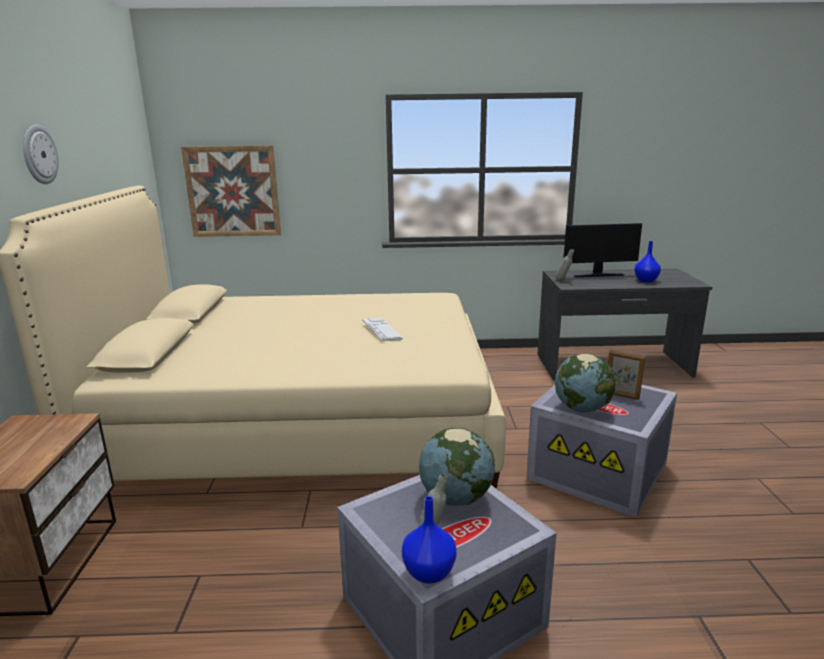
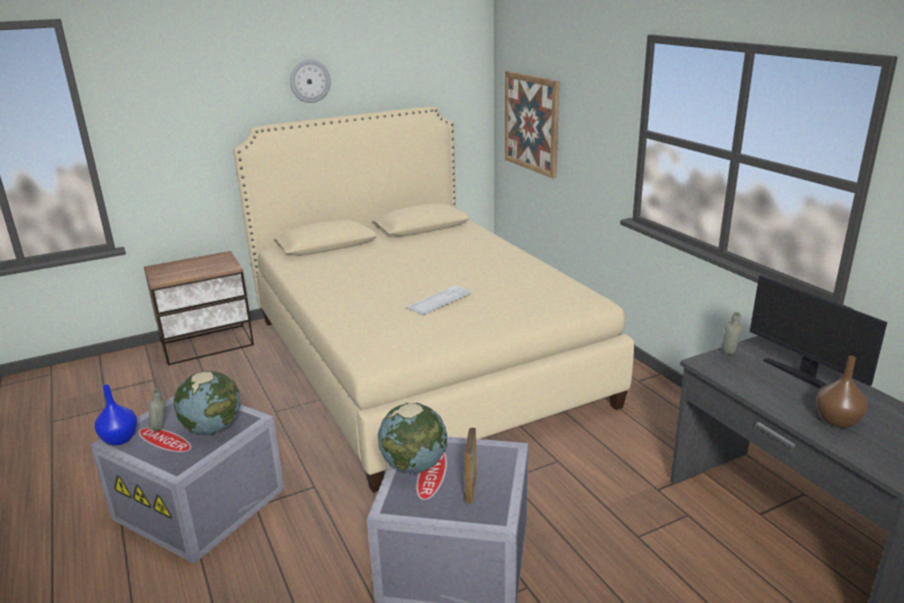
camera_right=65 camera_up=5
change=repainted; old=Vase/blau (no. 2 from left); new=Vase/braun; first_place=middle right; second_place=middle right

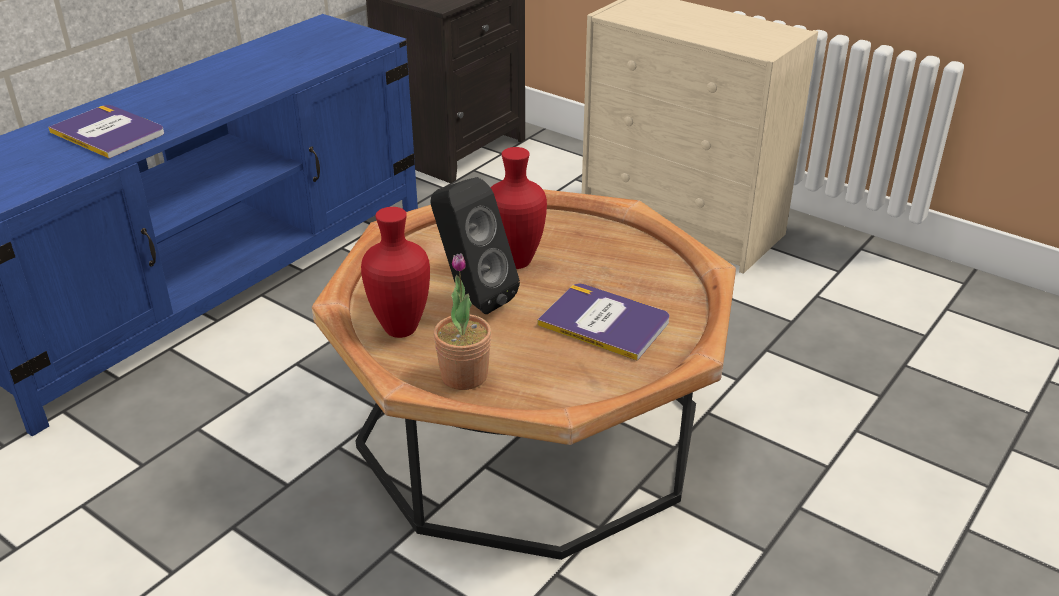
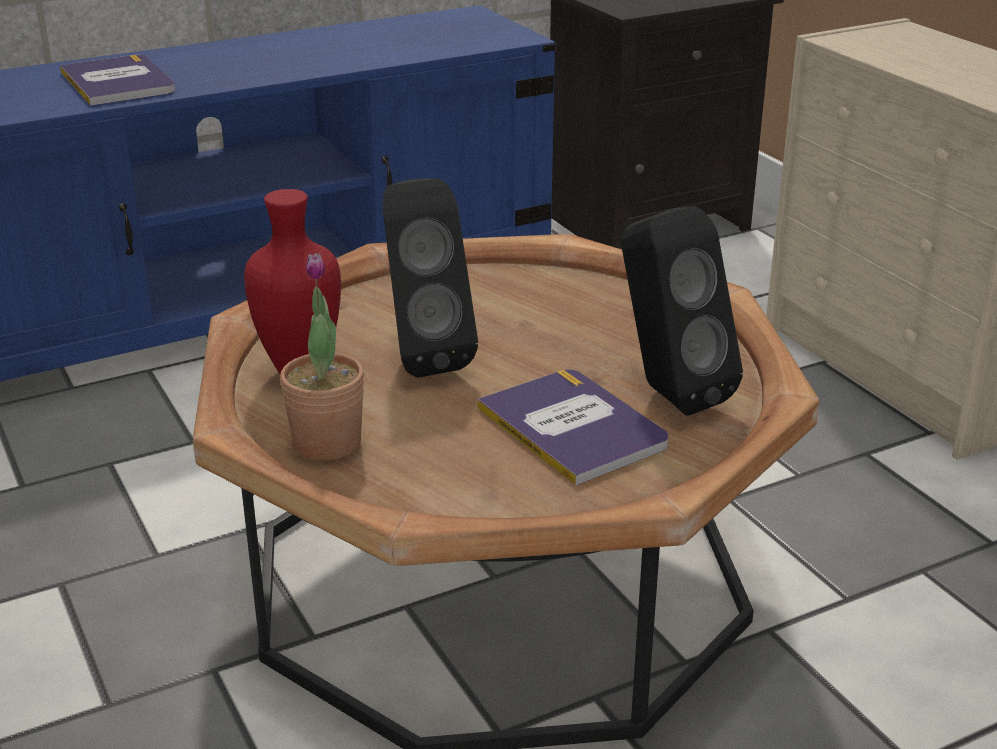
camera_right=25 camera_up=-5
change=gone; old=Vase/rot (no. 2 from left); first_place=centre
change=new; new=Lautsprecher/schwarz (no. 2 from left); second_place=middle right

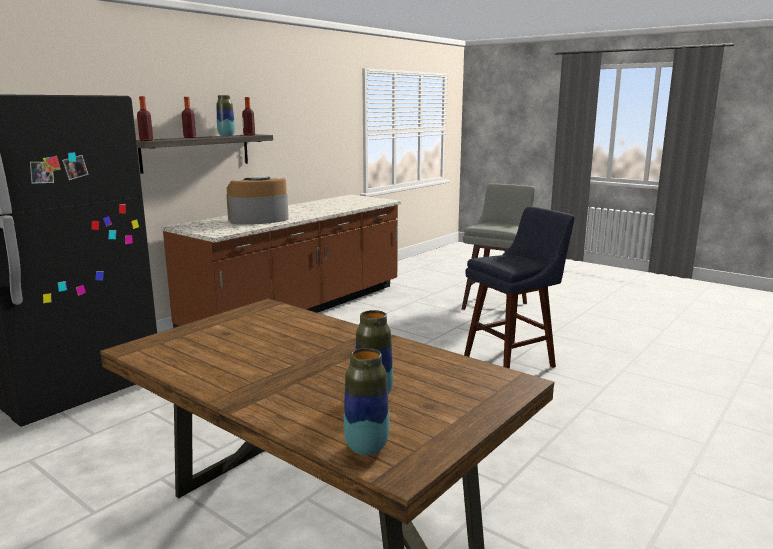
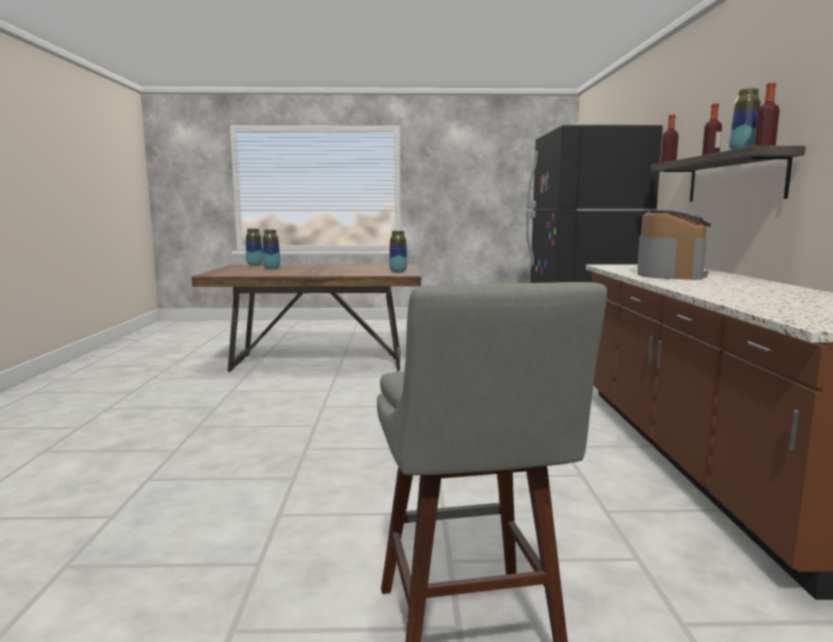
camera_right=140 camera_up=-5
change=gone; old=Hocker/blau; first_place=middle right
change=new; new=Vase (no. 3 from left); second_place=centre

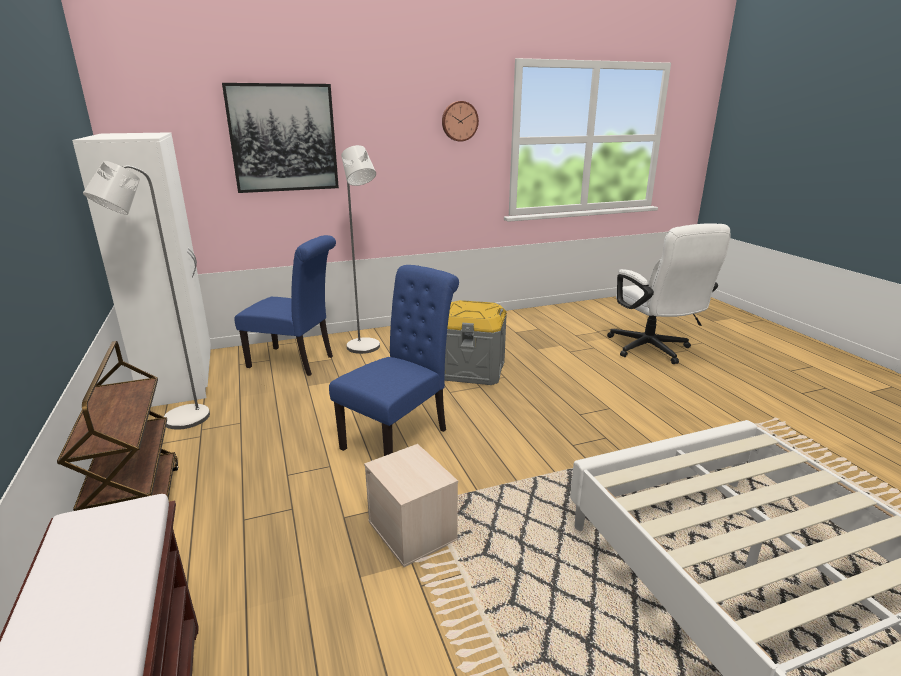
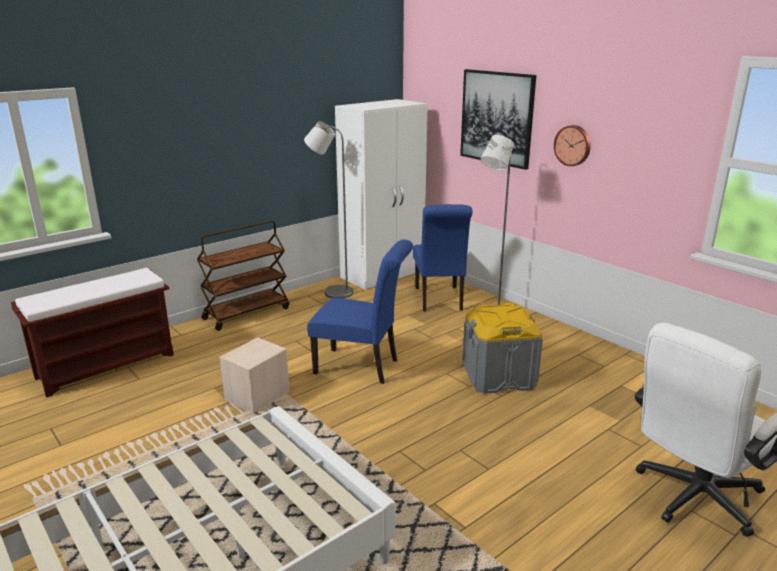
camera_right=70 camera_up=0
change=shifted; old=Wanduhr; first_place=top centre; second_place=top right

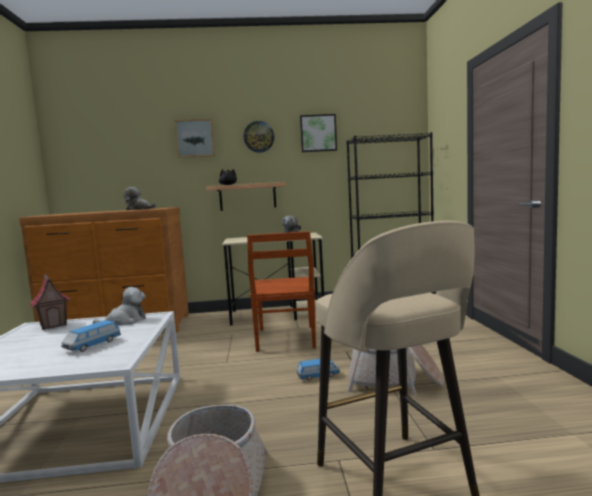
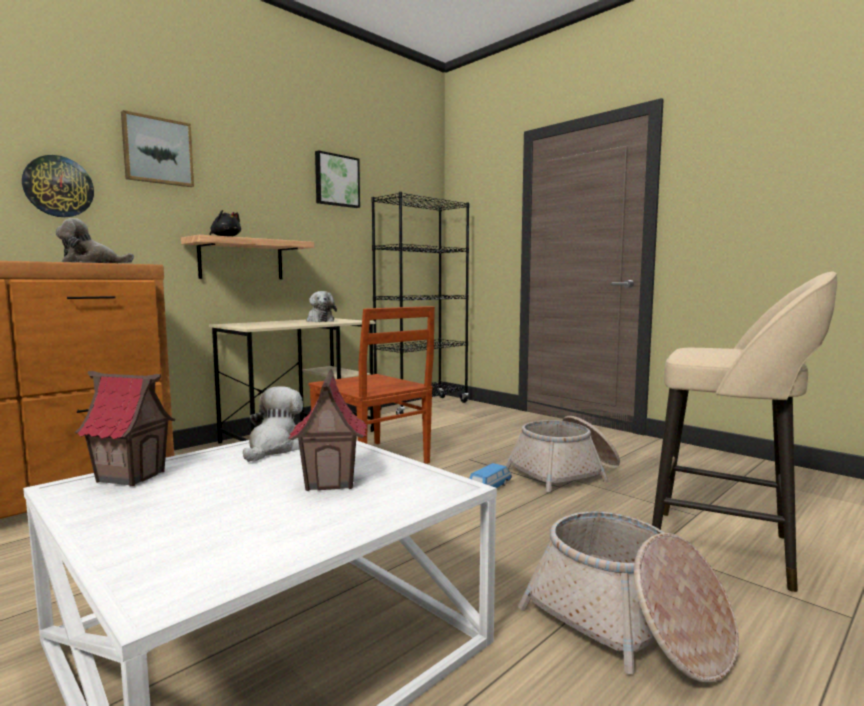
camera_right=-40 camera_up=0
change=swapped; old=Spielzeugauto (no. 1 from left); new=Spielzeughaus (no. 2 from left); first_place=bottom left; second_place=centre
change=shifted; old=Wanduhr; first_place=top centre; second_place=top left

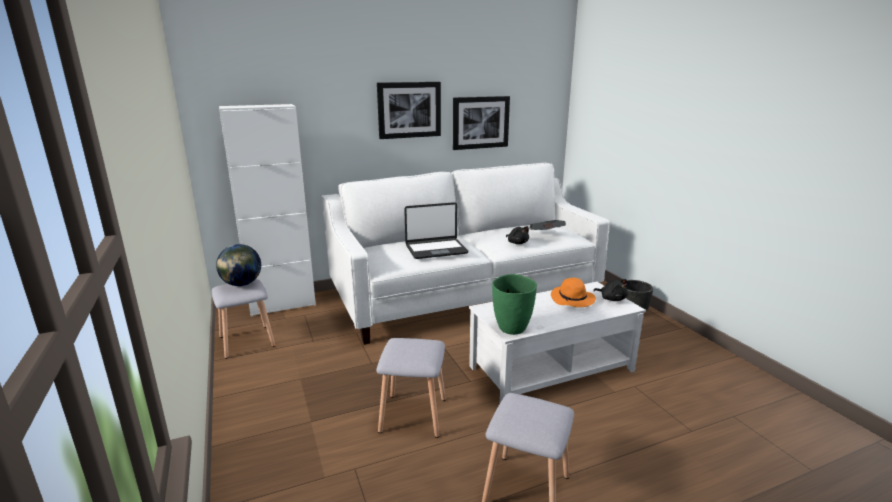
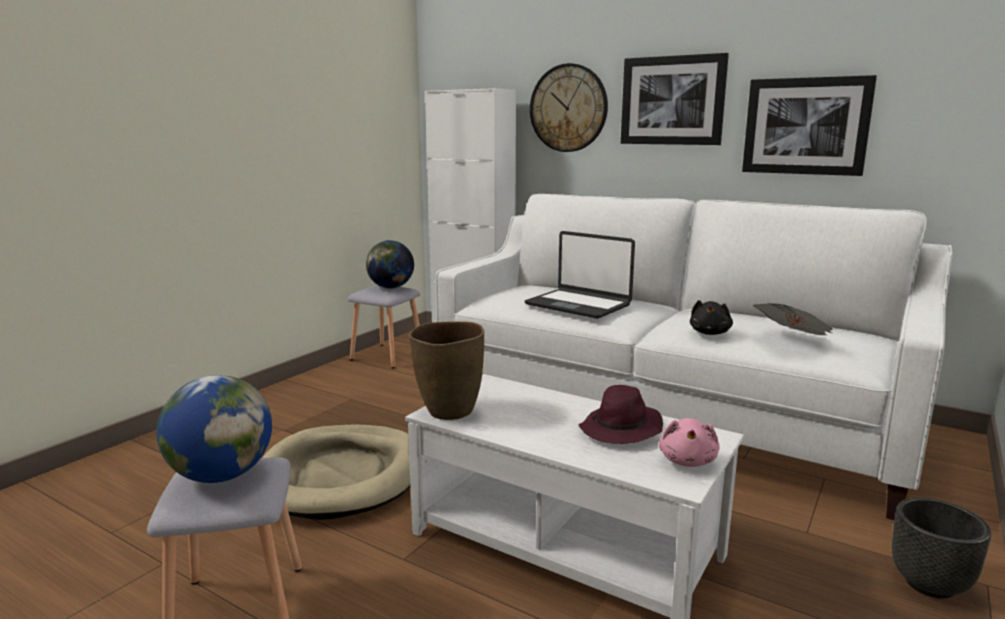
camera_right=55 camera_up=-5
change=swapped; old=Hocker/grau (no. 2 from left); new=Hundebett/beige; first_place=bottom centre; second_place=bottom centre
change=repainted; old=Vase/grün; new=Vase/braun; first_place=centre; second_place=centre
change=repainted; old=Hut/orange; new=Hut/lila; first_place=centre; second_place=bottom centre
change=repainted; old=Plüschtier/schwarz (no. 2 from left); new=Plüschtier/rosa; first_place=middle right; second_place=bottom right
change=new; new=Globus (no. 1 from left); second_place=bottom left
change=new; new=Wanduhr; second_place=top centre

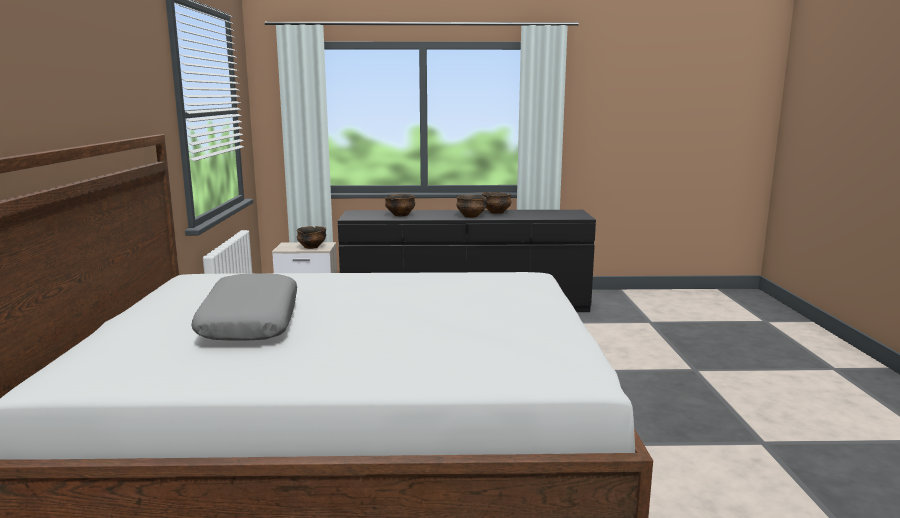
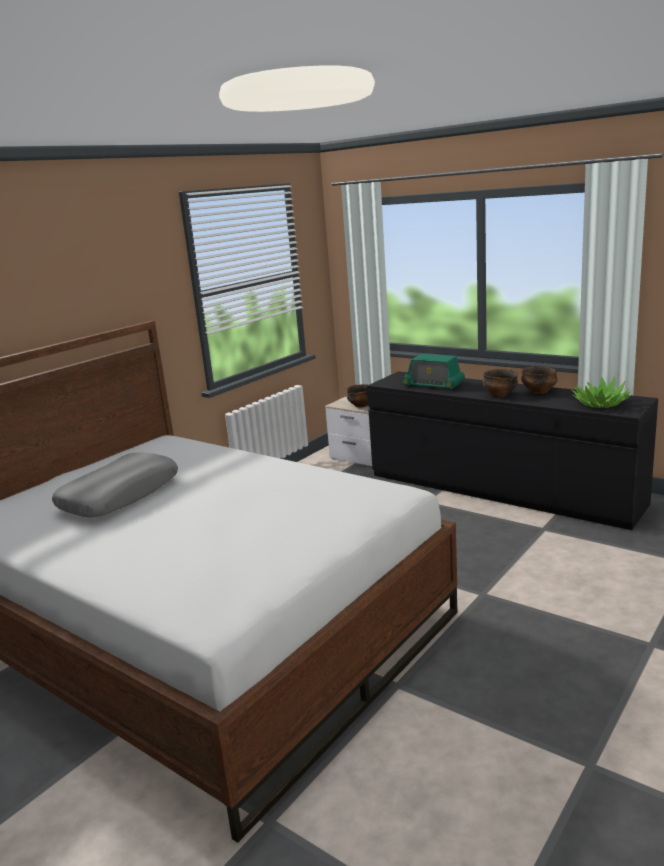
camera_right=40 camera_up=5
change=swapped; old=Schüssel (no. 2 from left); new=Radio; first_place=centre; second_place=centre
change=new; new=Topfpflanze; second_place=middle right

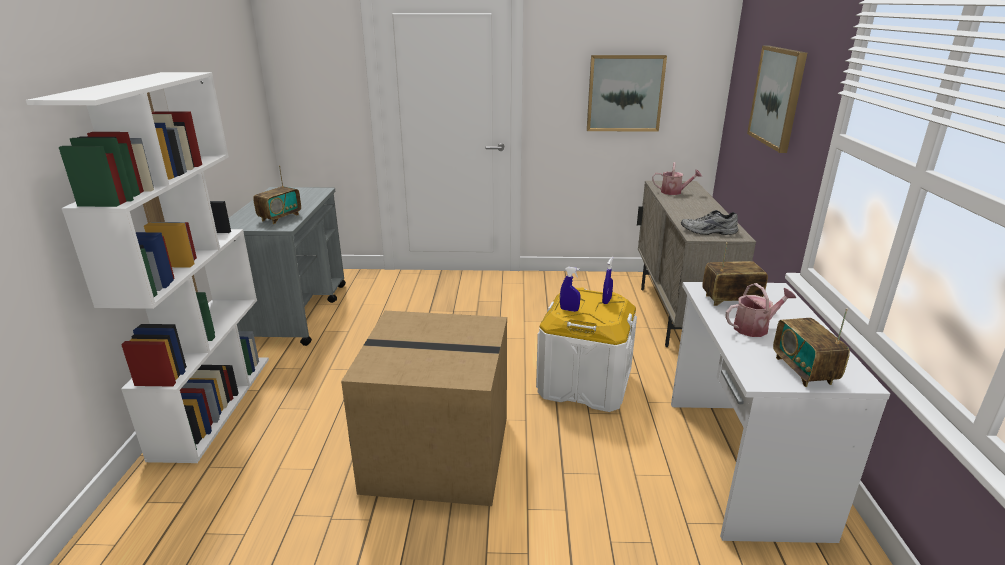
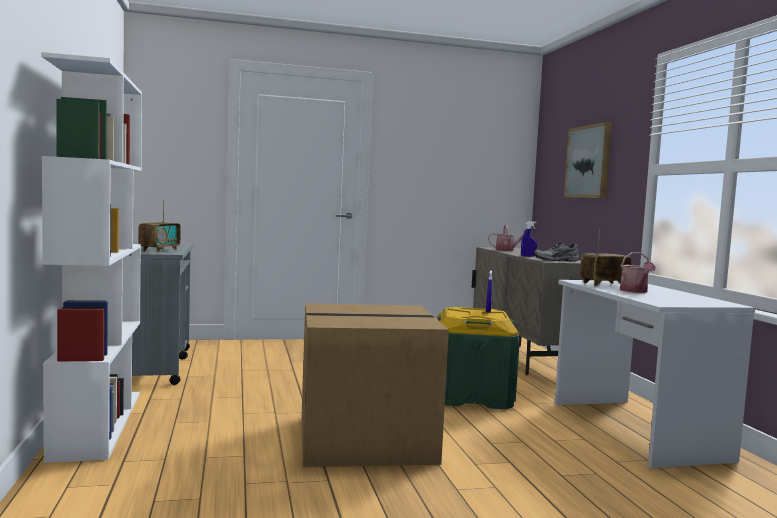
camera_right=-15 camera_up=-20
change=repainted; old=Aufbewahrungsbox/weiß; new=Aufbewahrungsbox/grün; first_place=centre; second_place=bottom centre
change=shifted; old=Sprühflasche/blau (no. 1 from left in the first image); new=Sprühflasche/blau (no. 2 from left); first_place=centre; second_place=middle right
change=gone; old=Bild (no. 1 from left); first_place=top centre
change=rotated; old=Gießkanne (no. 2 from left); first_place=middle right; second_place=middle right; degrees=120
change=gone; old=Radio (no. 3 from left); first_place=middle right

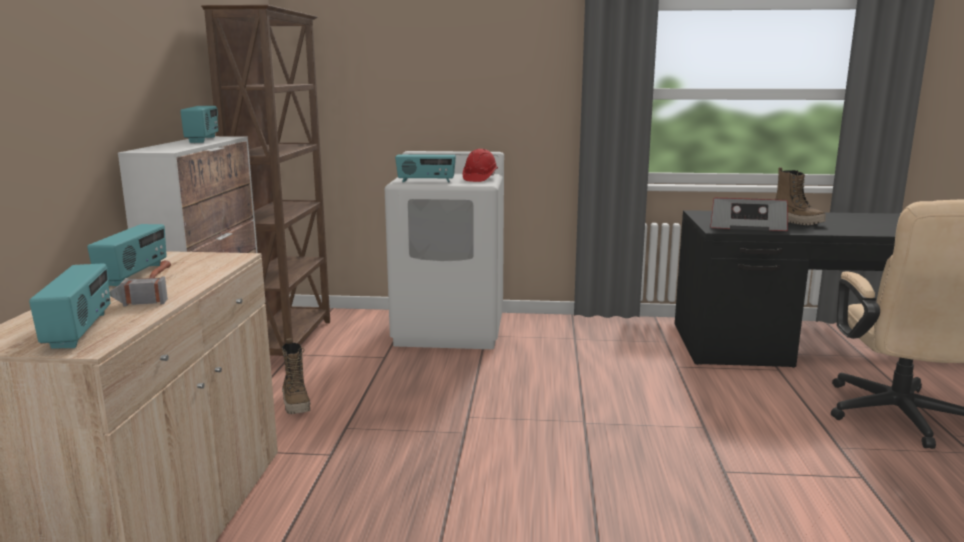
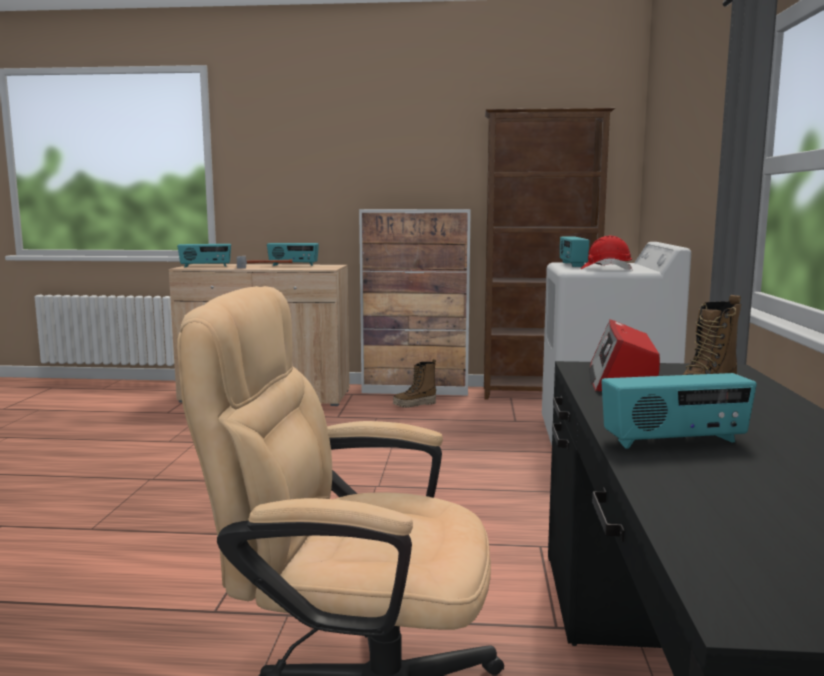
camera_right=90 camera_up=-5
change=shifted; old=Radio (no. 3 from left in the first image); new=Radio (no. 5 from left); first_place=top left; second_place=middle right

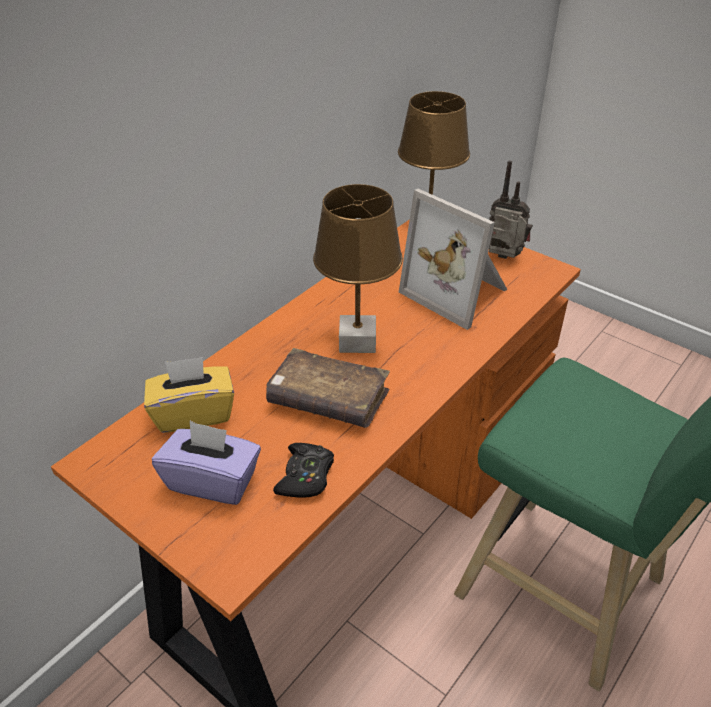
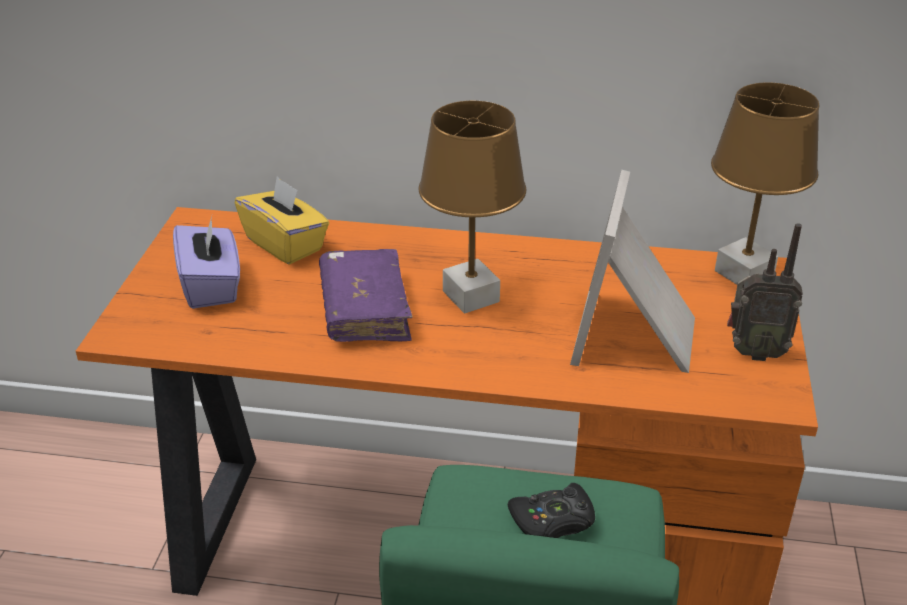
camera_right=60 camera_up=-5
change=repainted; old=Buch/braun; new=Buch/lila; first_place=centre; second_place=centre
change=shifted; old=Gamepad/schwarz; first_place=centre; second_place=bottom centre
change=rotated; old=Radio; first_place=top right; second_place=middle right; degrees=105

